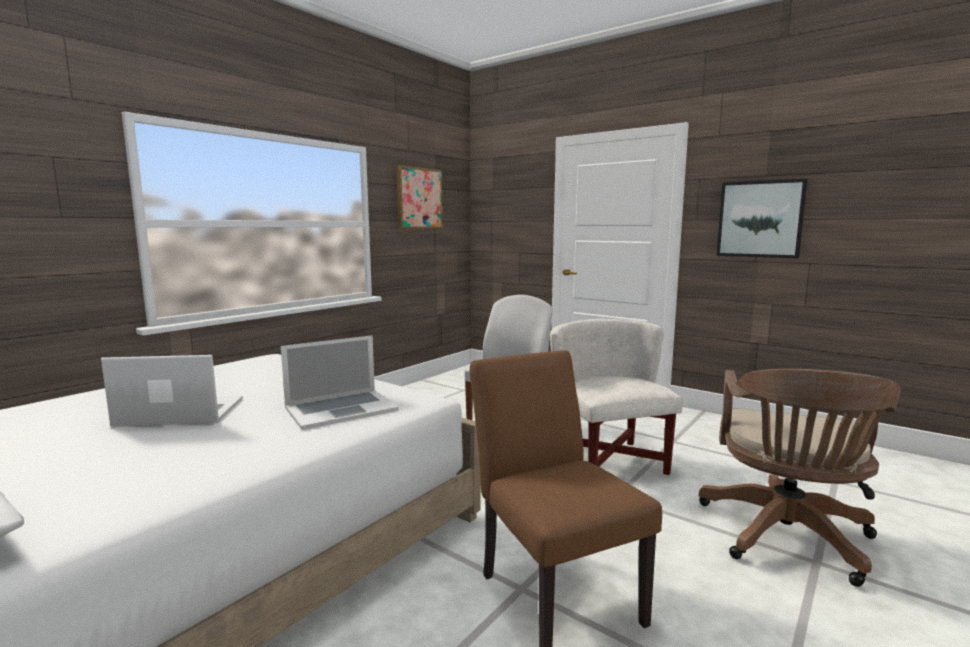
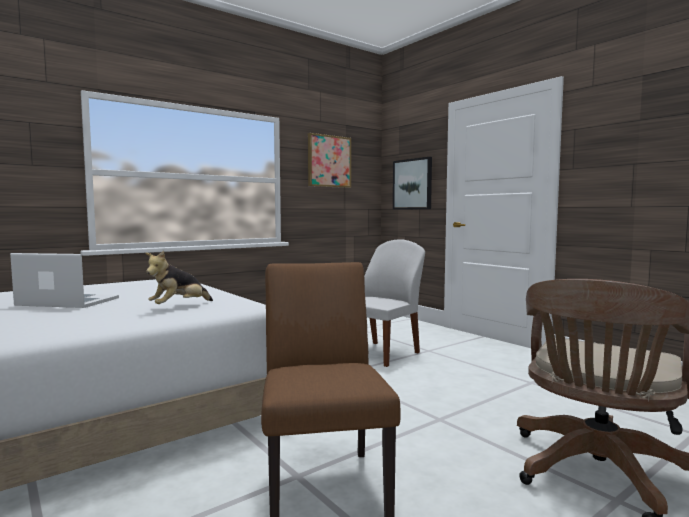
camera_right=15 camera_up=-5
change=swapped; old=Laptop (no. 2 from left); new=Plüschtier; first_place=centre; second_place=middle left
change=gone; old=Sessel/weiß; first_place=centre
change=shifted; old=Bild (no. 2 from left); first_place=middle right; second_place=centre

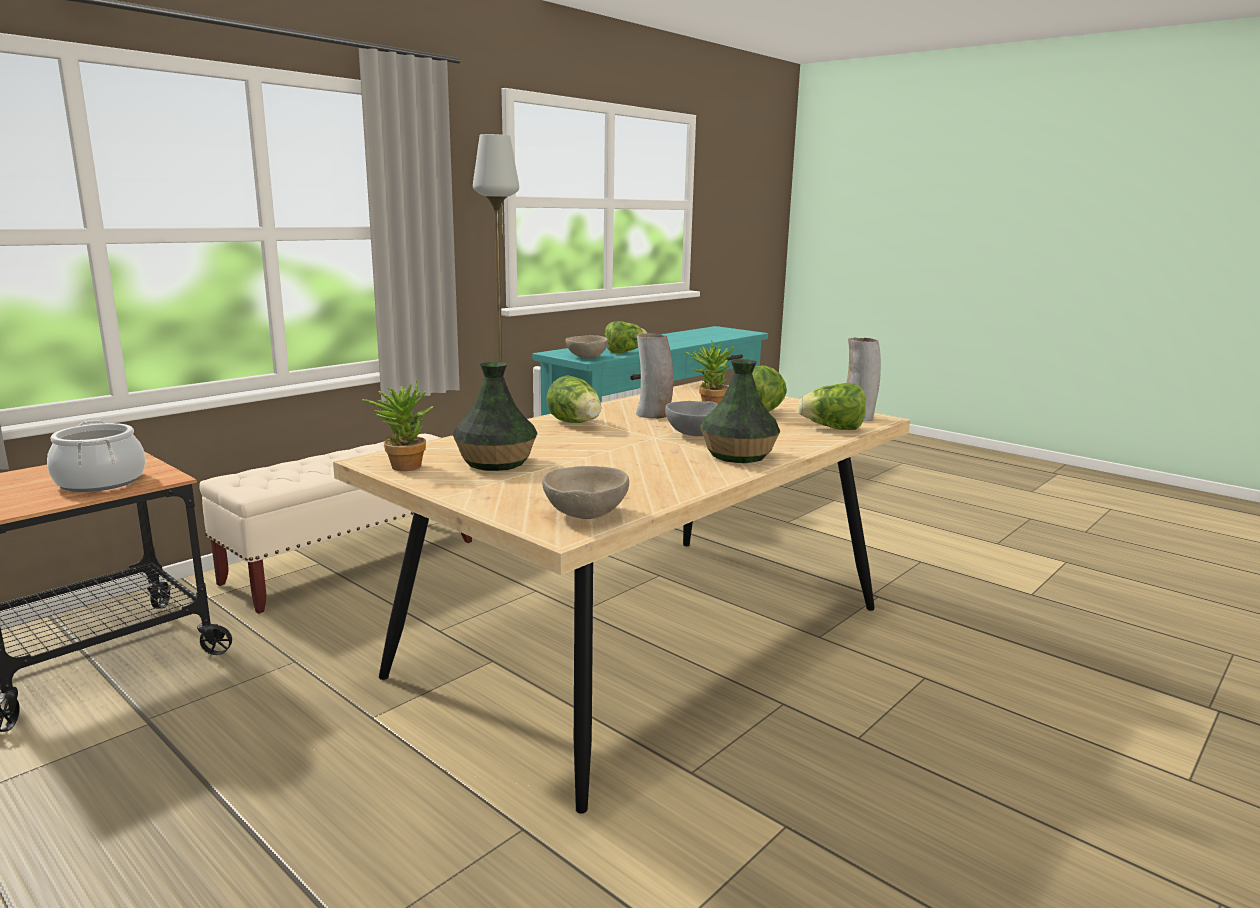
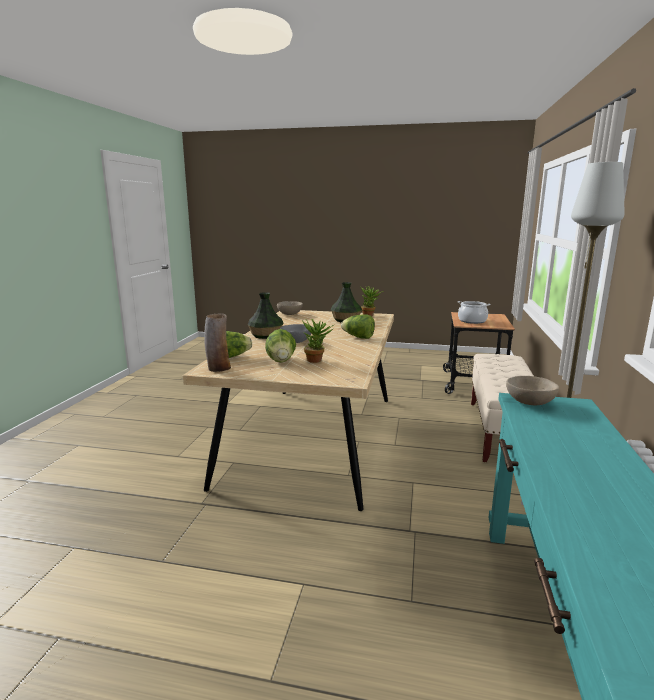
camera_right=150 camera_up=0
change=gone; old=Salatkopf (no. 2 from left); first_place=centre
change=gone; old=Vase (no. 2 from left); first_place=centre

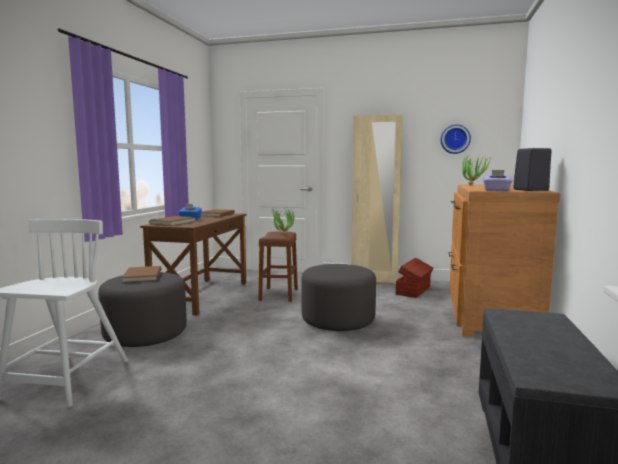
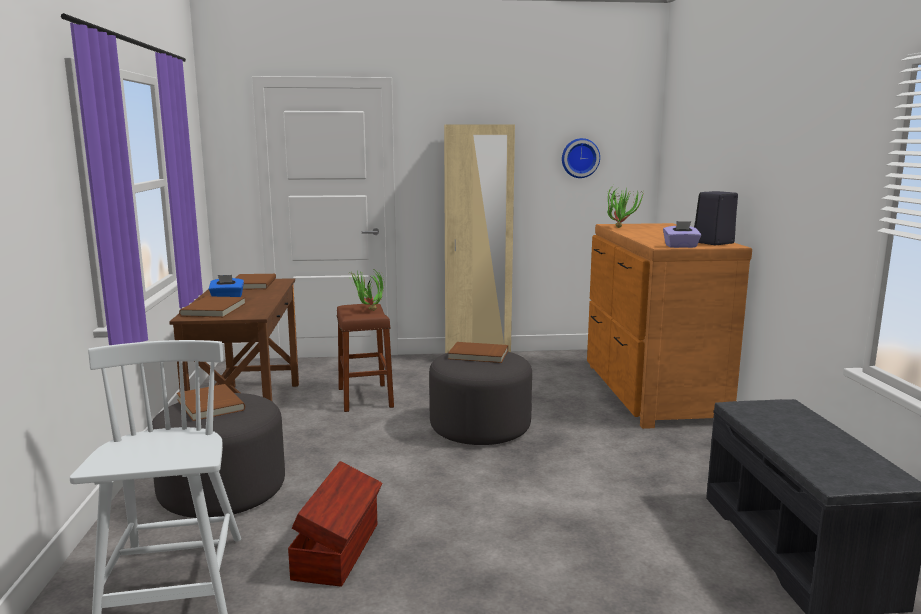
camera_right=-20 camera_up=5
change=shifted; old=Aufbewahrungsbox/braun; first_place=middle right; second_place=bottom centre
change=new; new=Buch/braun (no. 4 from left); second_place=centre

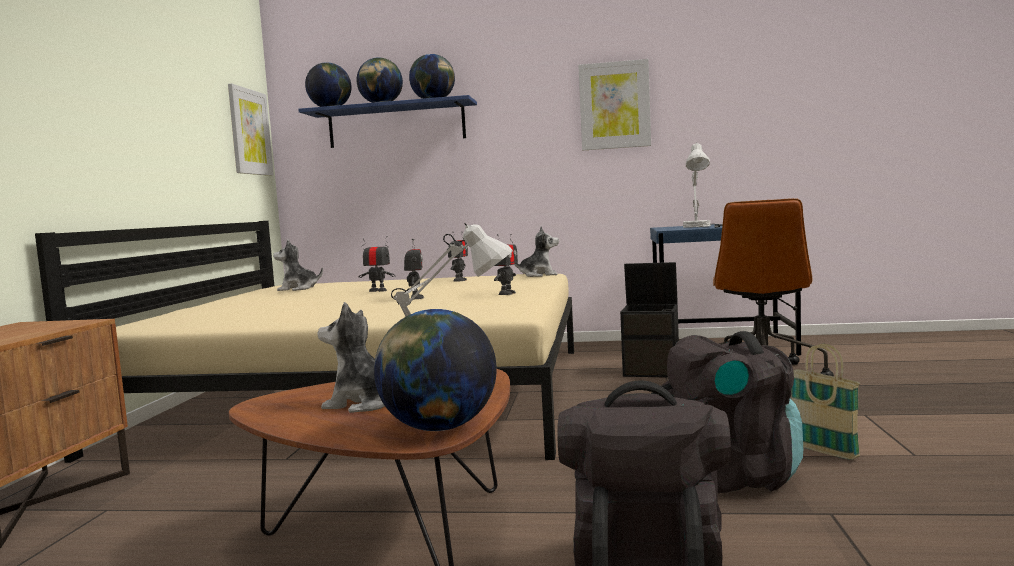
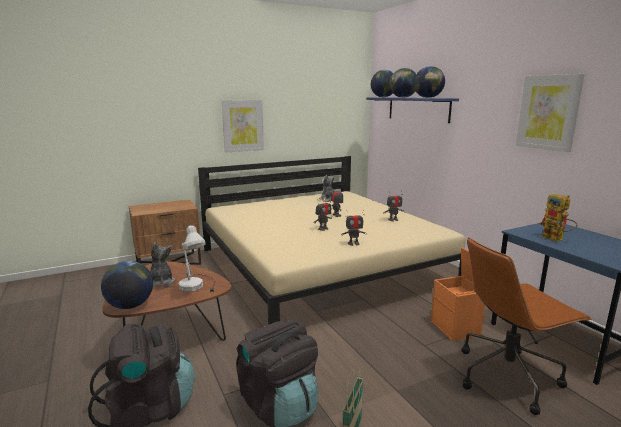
camera_right=55 camera_up=10
change=shifted; old=Bild (no. 1 from left); first_place=top left; second_place=top centre
change=gone; old=Plüschtier (no. 3 from left); first_place=centre
change=repainted; old=Aufbewahrungsbox/schwarz; new=Aufbewahrungsbox/orange; first_place=centre; second_place=bottom right
change=swapped; old=Tischlampe/weiß (no. 2 from left); new=Spielzeugroboter (no. 5 from left); first_place=top right; second_place=middle right

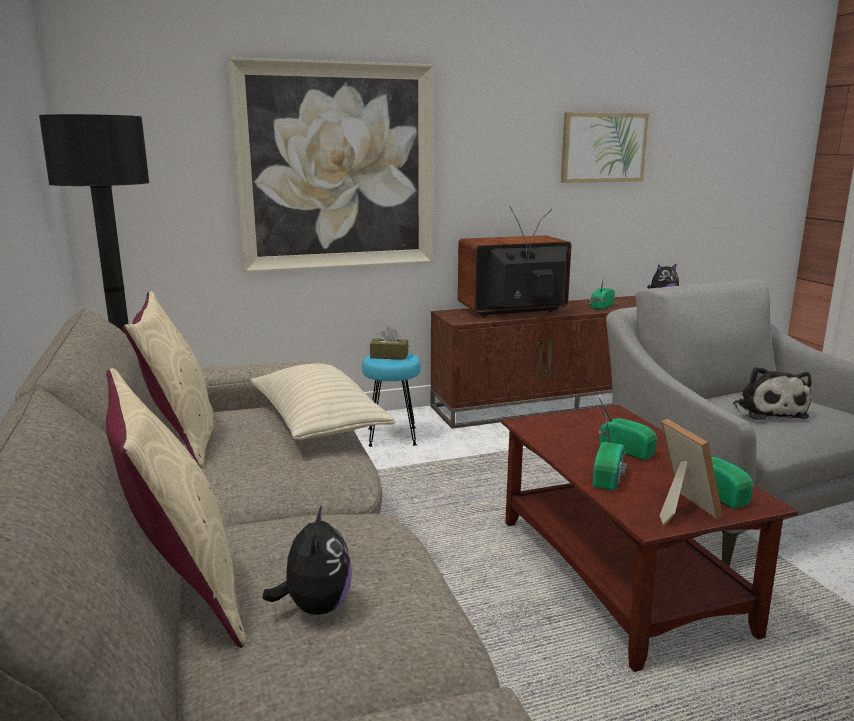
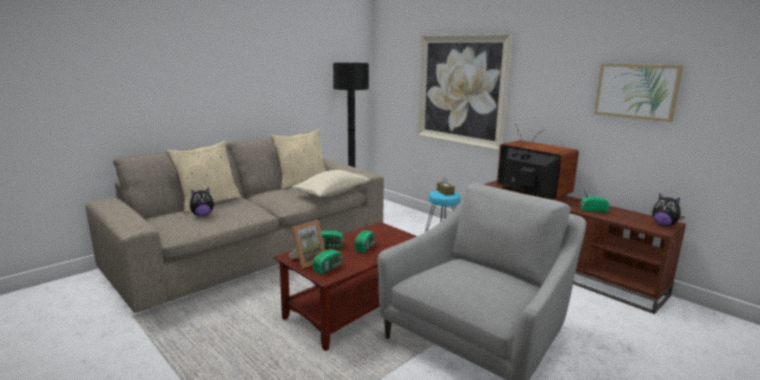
camera_right=65 camera_up=0
change=gone; old=Plüschtier (no. 3 from left); first_place=middle right

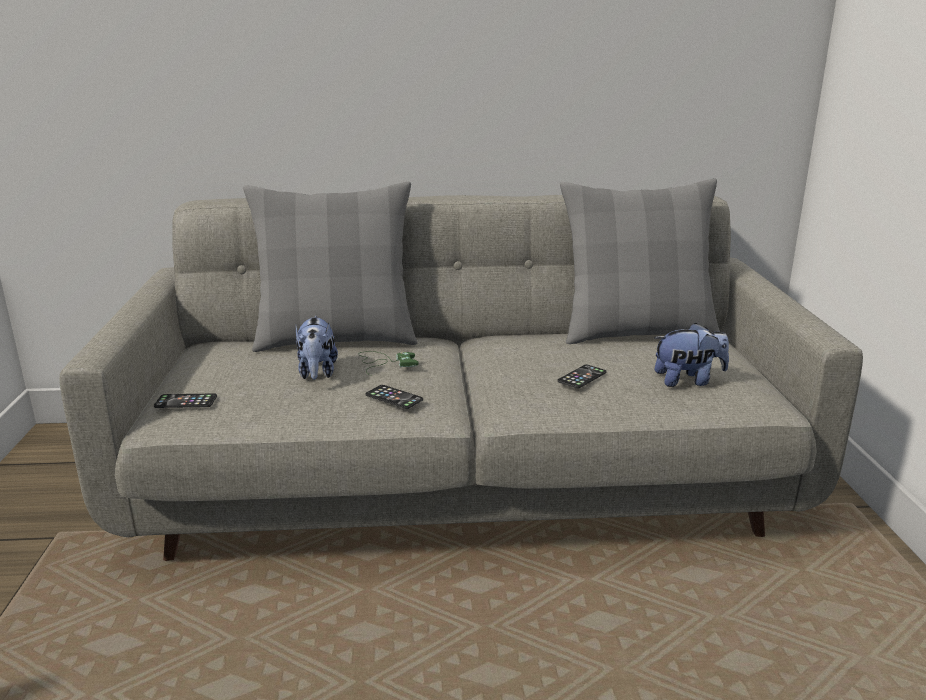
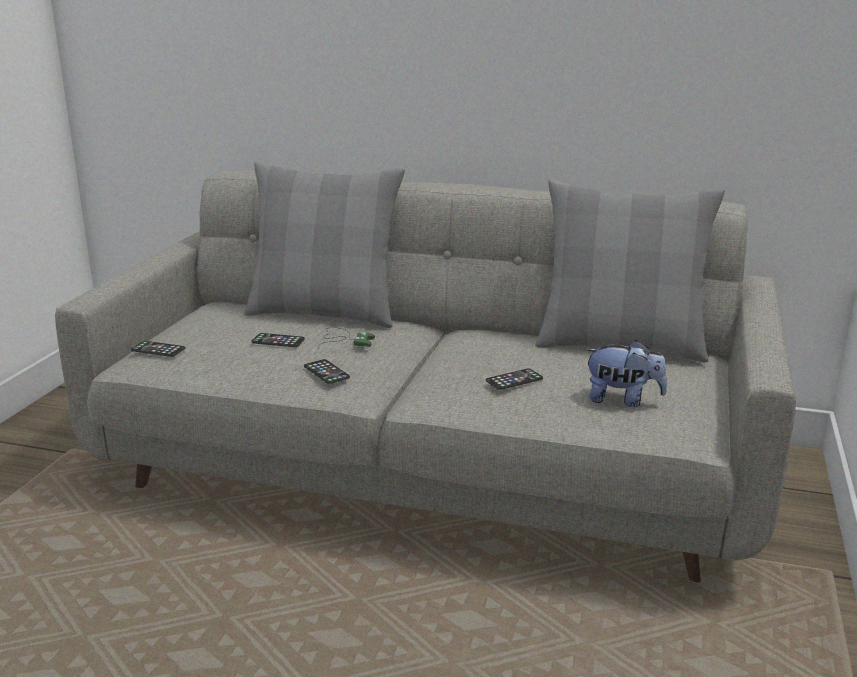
camera_right=20 camera_up=0
change=swapped; old=Plüschtier (no. 1 from left); new=Handy (no. 2 from left); first_place=centre; second_place=middle left

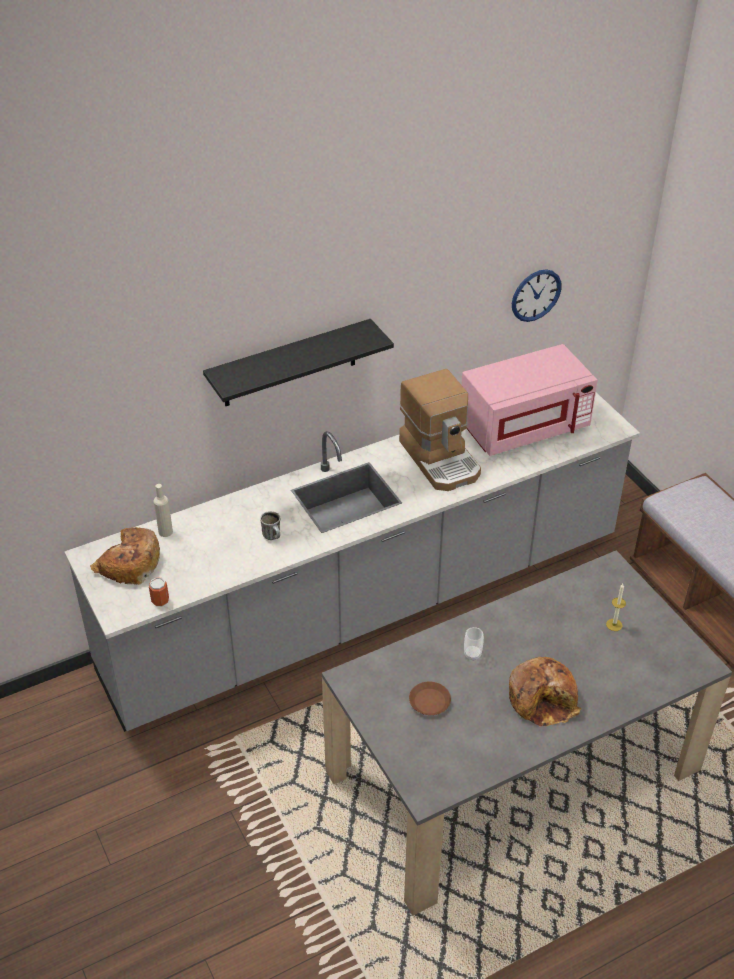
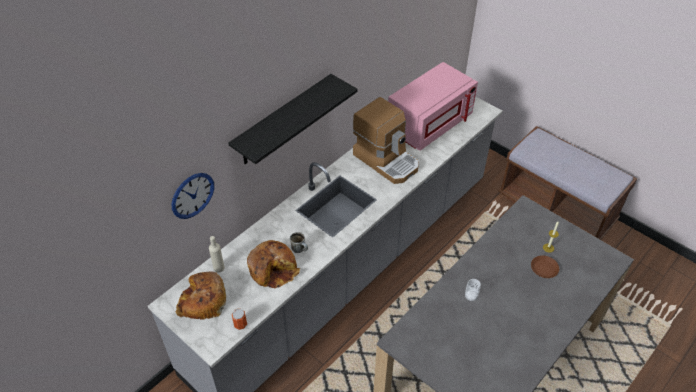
camera_right=-20 camera_up=5
change=shifted; old=Teller/braun; first_place=bottom centre; second_place=bottom right
change=shifted; old=Brot (no. 2 from left); first_place=bottom right; second_place=bottom centre
change=shifted; old=Wanduhr; first_place=top right; second_place=middle left

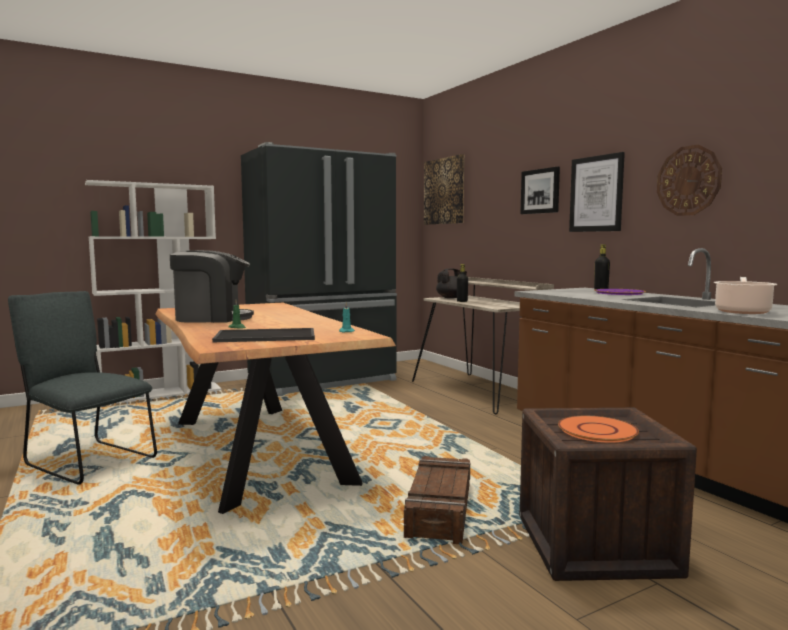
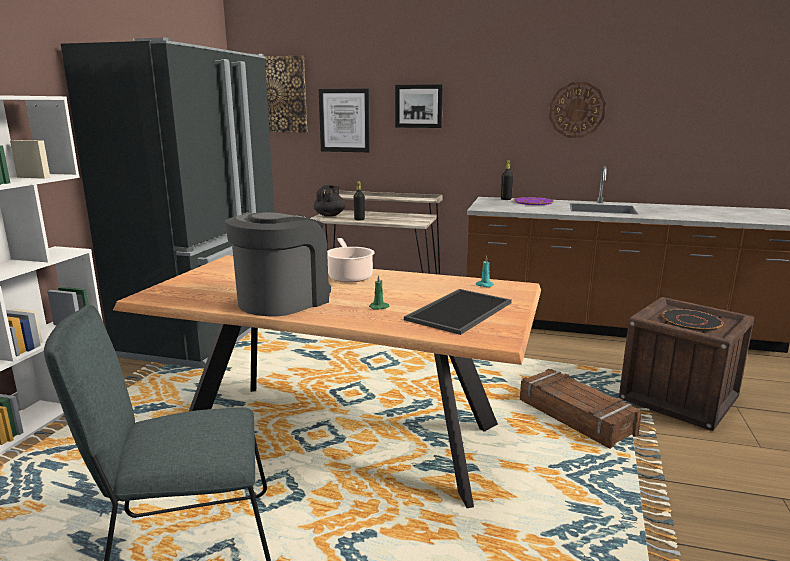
camera_right=-45 camera_up=10
change=repainted; old=Teller/orange; new=Teller/schwarz; first_place=bottom right; second_place=middle right
change=shifted; old=Bild (no. 3 from left in the first image); new=Bild (no. 2 from left); first_place=top right; second_place=top centre
change=shifted; old=Kochtopf; first_place=middle right; second_place=centre

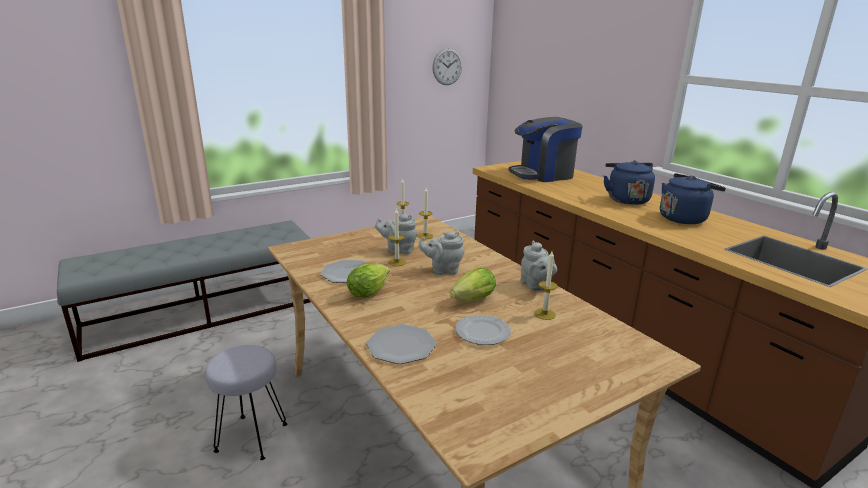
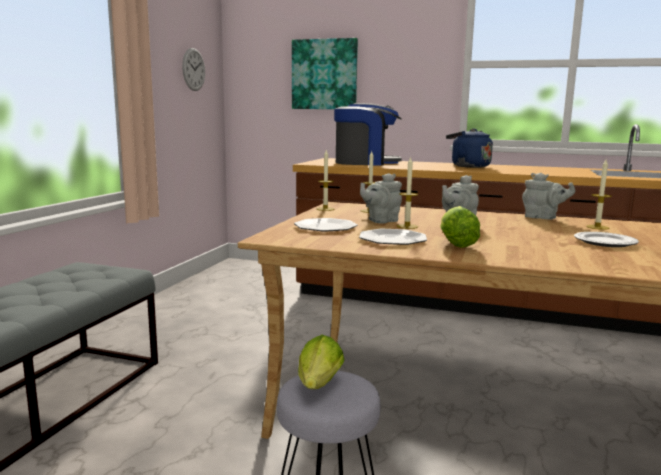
camera_right=-40 camera_up=-10
change=shifted; old=Teller (no. 2 from left in the first image); new=Teller (no. 1 from left); first_place=bottom centre; second_place=centre
change=shifted; old=Salatkopf (no. 2 from left in the first image); new=Salatkopf (no. 1 from left); first_place=centre; second_place=bottom centre
change=rotated; old=Kaffeemaschine; first_place=top centre; second_place=top centre; degrees=-120
change=gone; old=Wasserkessel/blau (no. 2 from left); first_place=middle right
change=new; new=Bild; second_place=top centre

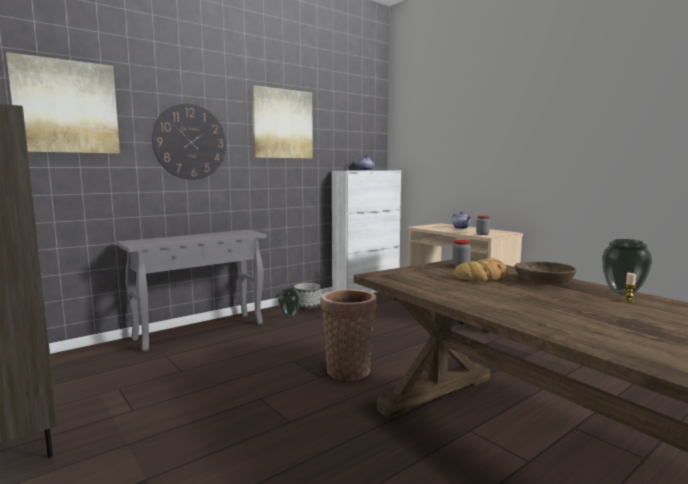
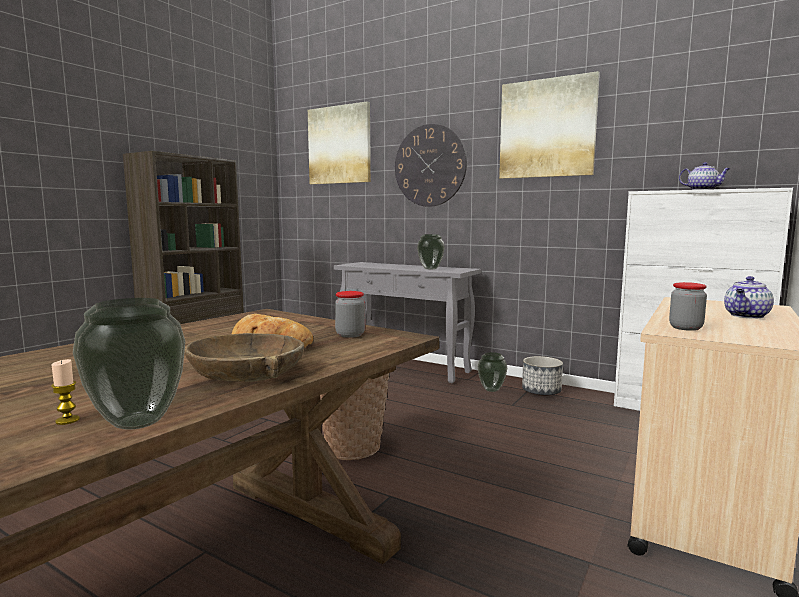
camera_right=70 camera_up=0
change=new; new=Vase (no. 2 from left); second_place=centre

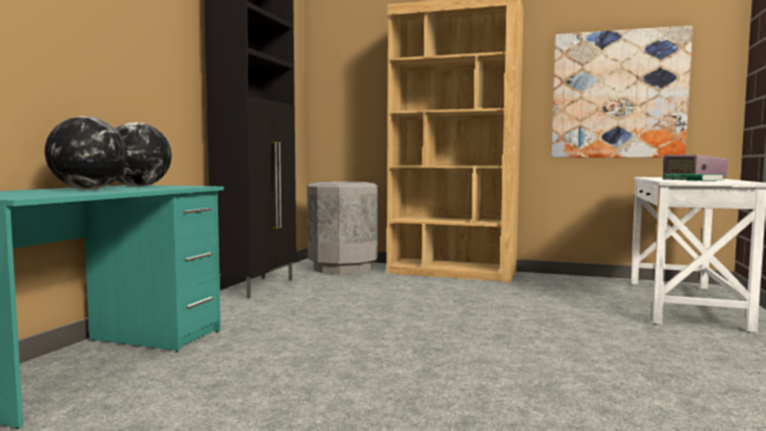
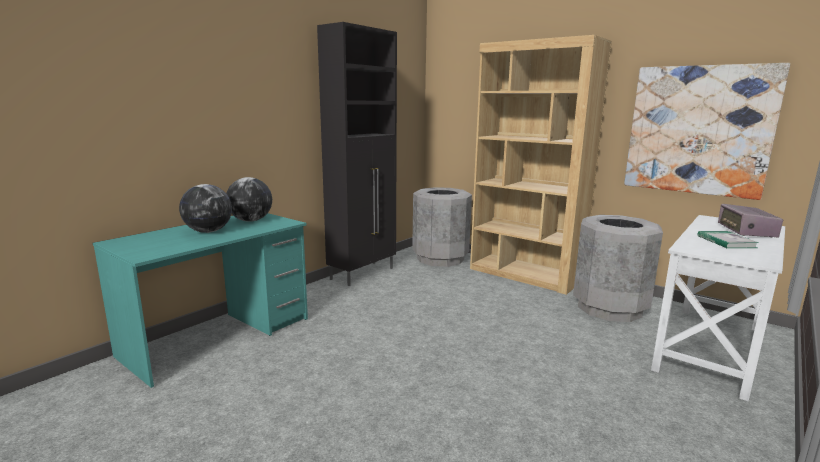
camera_right=20 camera_up=10
change=new; new=Mülleimer/grau (no. 2 from left); second_place=middle right

